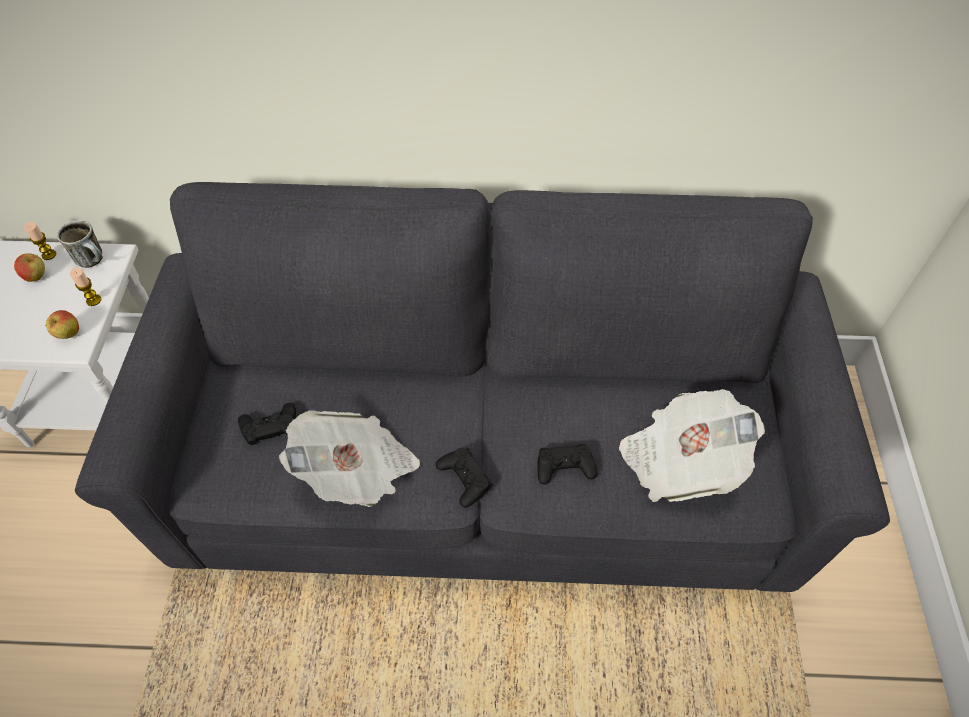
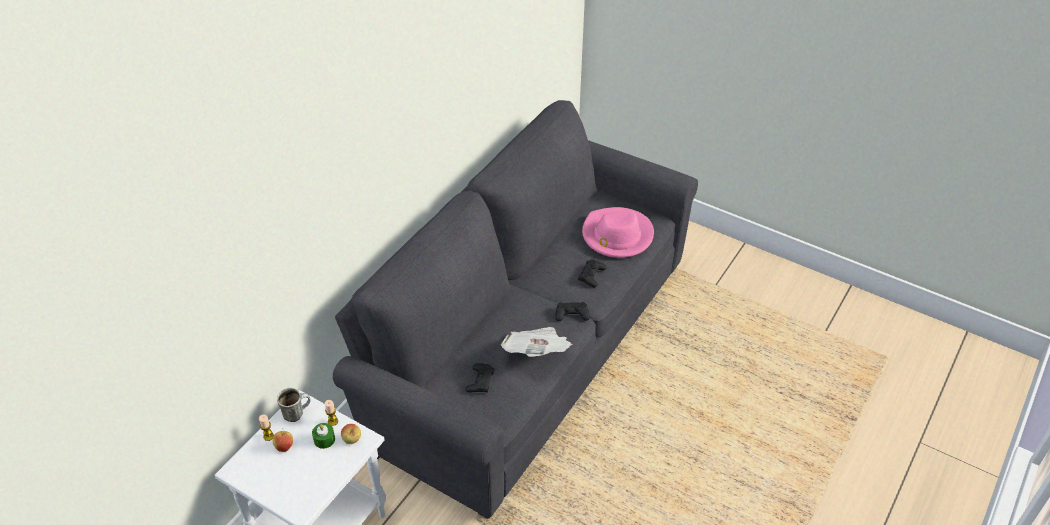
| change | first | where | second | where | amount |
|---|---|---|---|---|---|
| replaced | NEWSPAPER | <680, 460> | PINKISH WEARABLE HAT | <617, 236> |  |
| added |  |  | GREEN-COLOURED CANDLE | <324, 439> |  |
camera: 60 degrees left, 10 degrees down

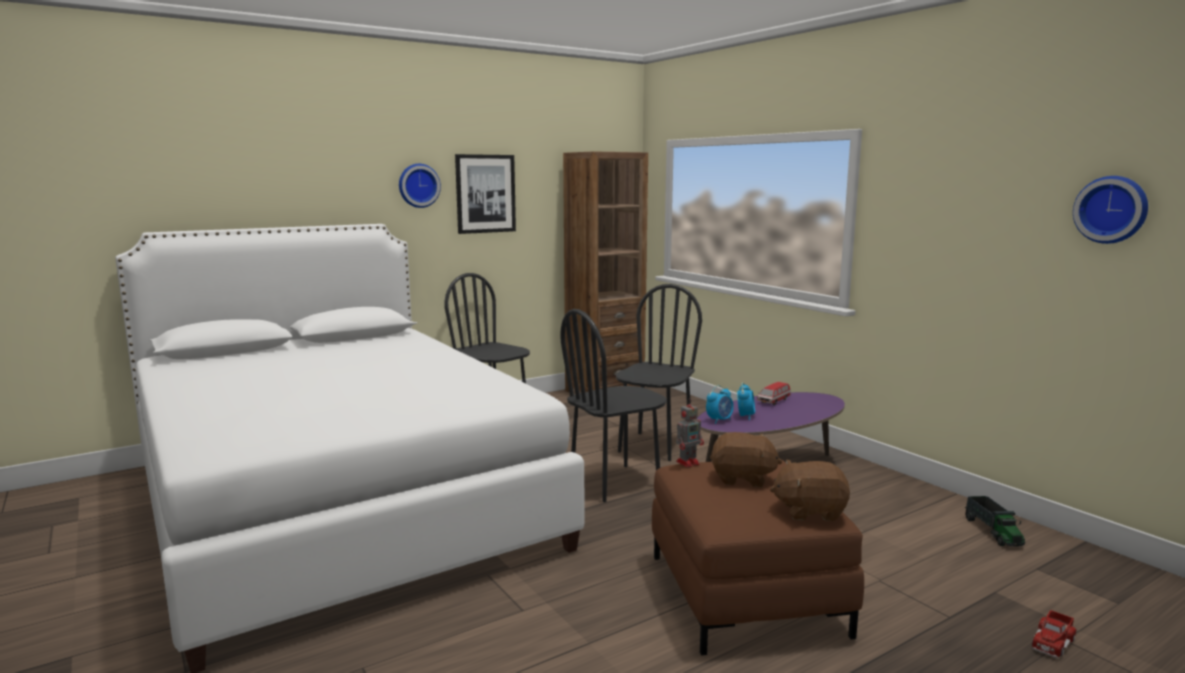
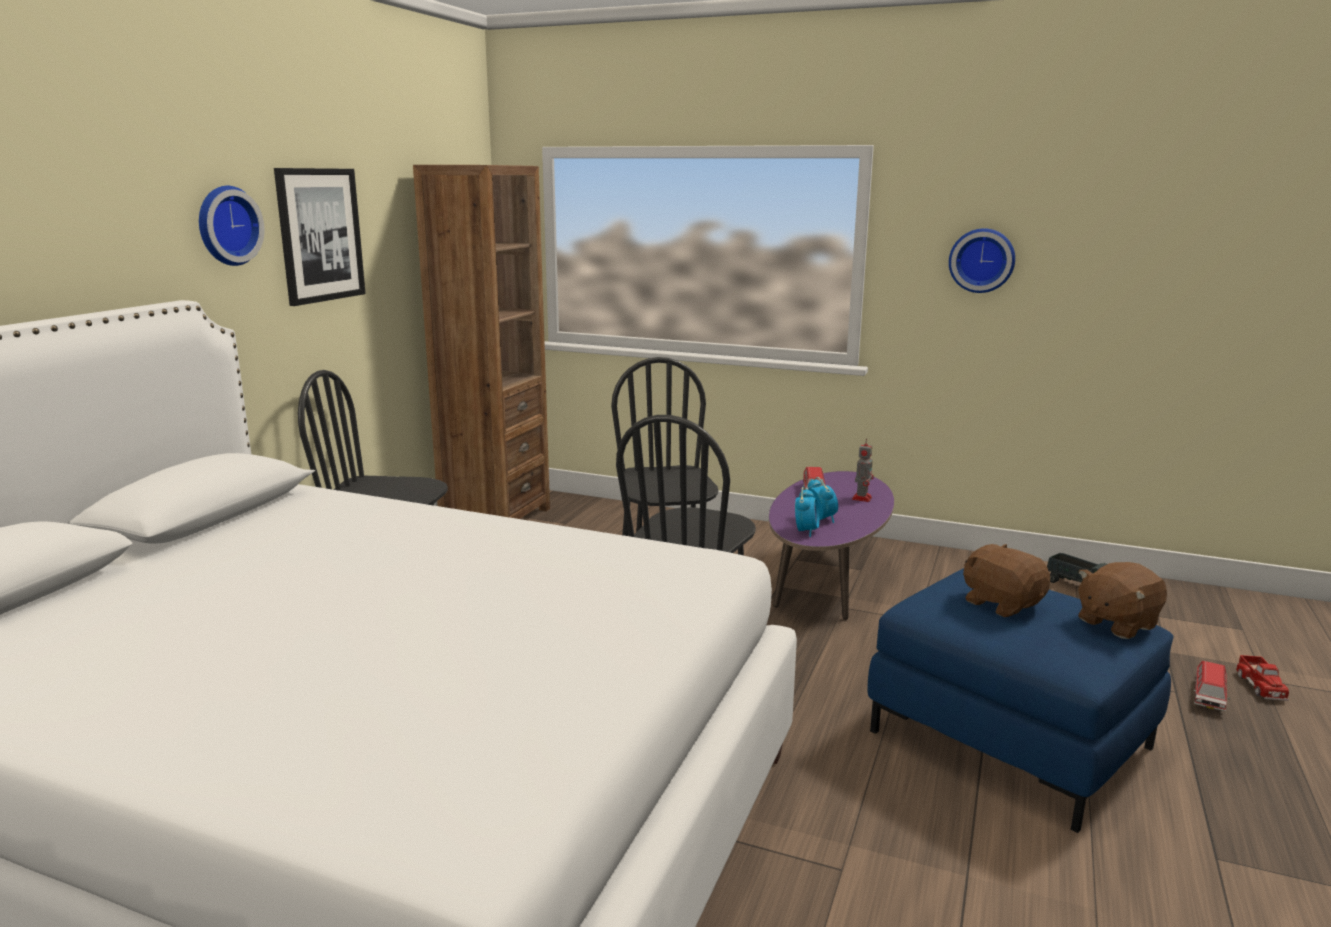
| change | first | where | second | where | amount |
|---|---|---|---|---|---|
| moved | CLOCK ON THE WALL | <1112, 209> |  | <981, 260> |  |
| moved | TOY ROBOT | <688, 462> |  | <862, 498> |  |
| turned | BROWN-COLOURED CUDDLY TOY | <742, 479> |  | <1001, 603> | 105 degrees counterclockwise |
| recoloured | BROWN-COLOURED OTTOMAN | <745, 594> | BLUE OTTOMAN | <1009, 739> |  |
| added |  |  | MINIATURE CAR | <1208, 697> |  |
camera: 35 degrees left, 5 degrees up

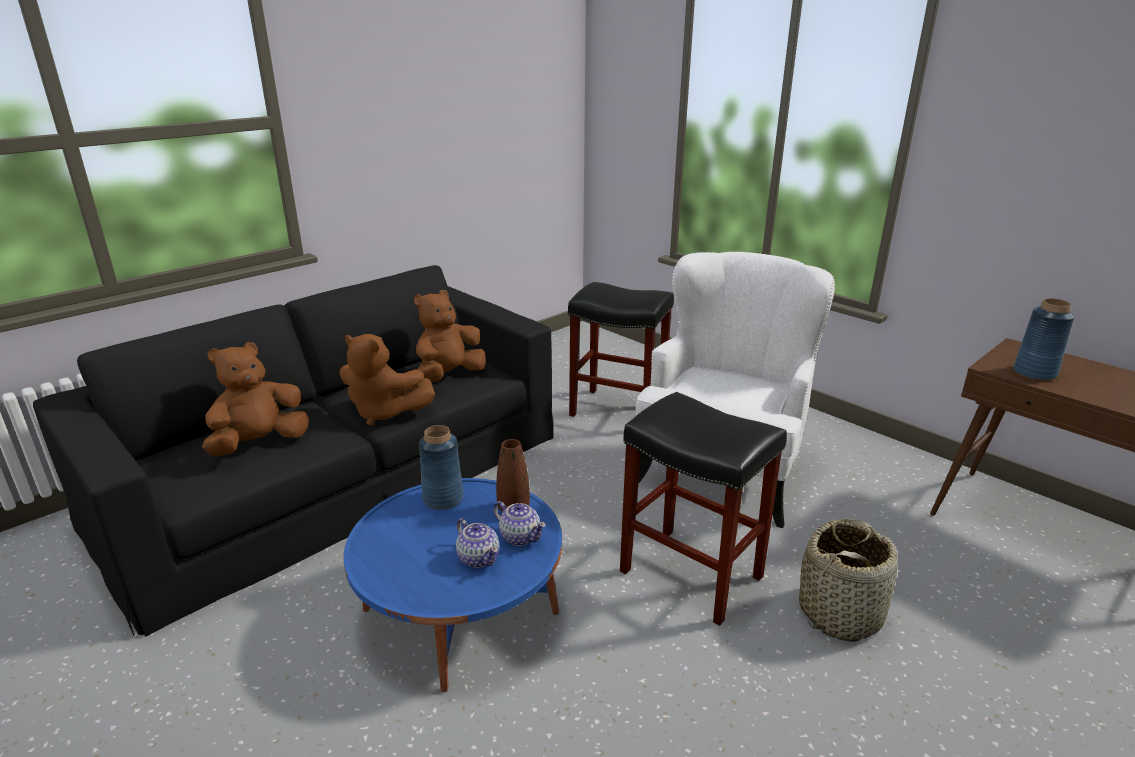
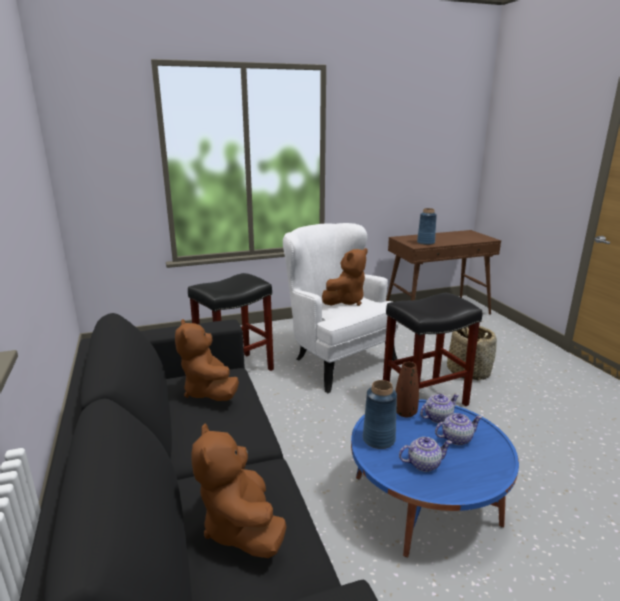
| change | first | where | second | where | amount |
|---|---|---|---|---|---|
| moved | BROWN-COLOURED CUDDLY TOY | <384, 413> |  | <346, 301> |  |
| added |  |  | TEAPOT | <423, 464> |  |
camera: 65 degrees left, 5 degrees down

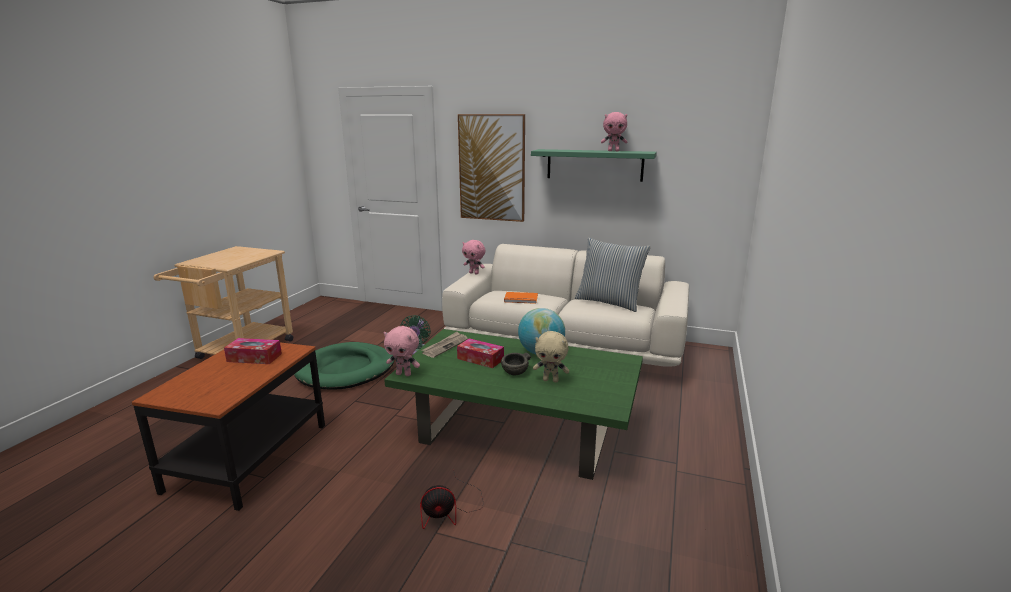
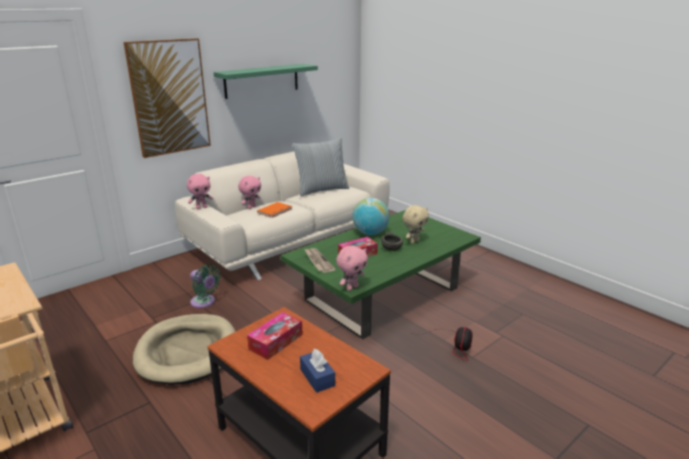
| change | first | where | second | where | amount |
|---|---|---|---|---|---|
| moved | PINKISH CUDDLY TOY | <613, 151> |  | <251, 207> |  |
| recoloured | GREEN-COLOURED DOG CUSHION | <345, 370> | BEIGE-COLOURED DOG CUSHION | <187, 351> |  |
| added |  |  | BLUE BOX OF TISSUES | <317, 377> |  |
camera: 60 degrees left, 5 degrees up

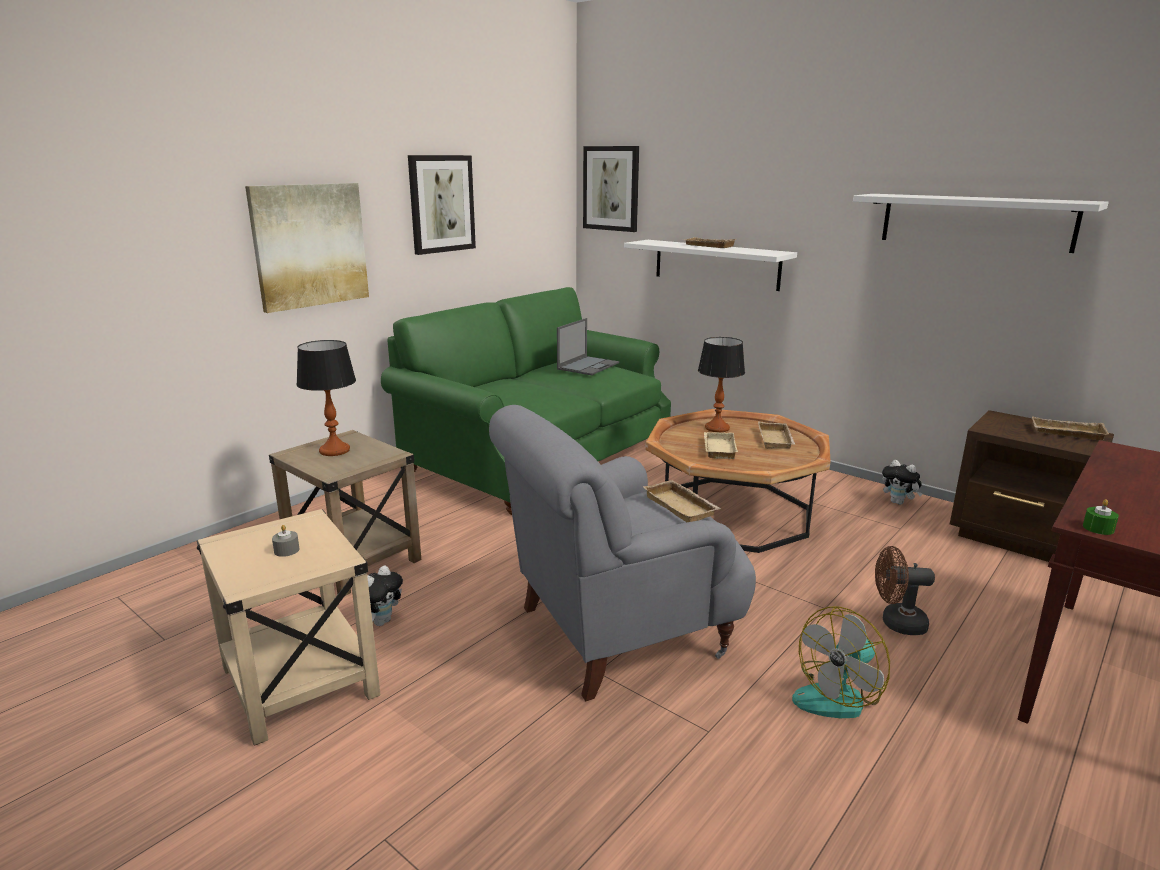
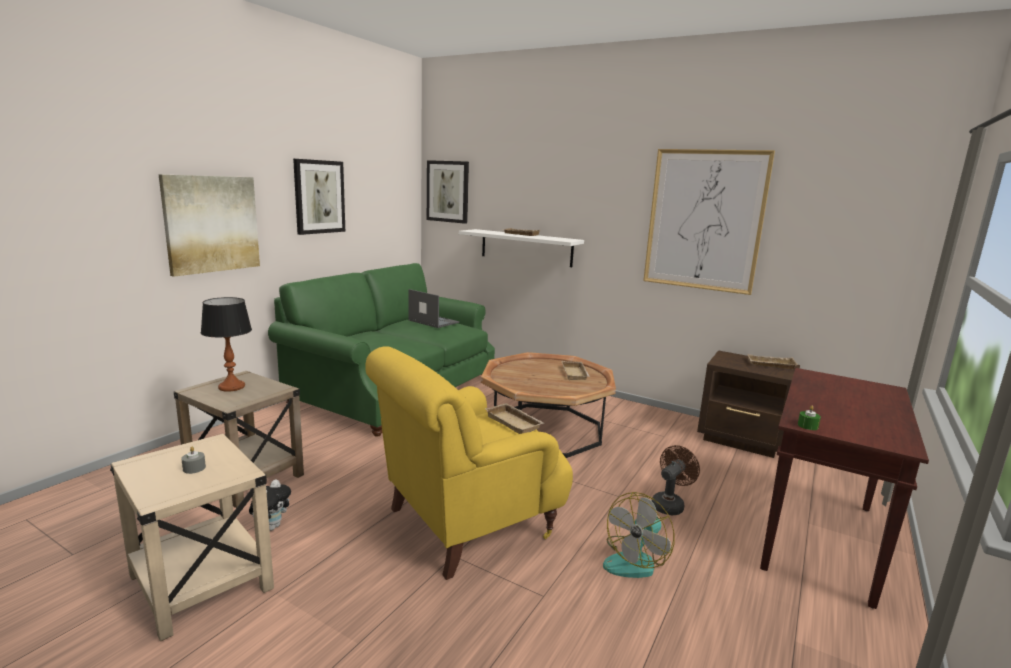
| change | first | where | second | where | amount |
|---|---|---|---|---|---|
| replaced | WHITE-COLOURED BRACKET SHELF | <975, 221> | PICTURE | <704, 220> |  |
| turned | NOTEBOOK COMPUTER | <588, 366> |  | <433, 321> | 75 degrees counterclockwise |
| removed | TABLETOP LAMP | <717, 428> |  |  |  |
| recoloured | GRAY EASY CHAIR | <616, 632> | YELLOWISH EASY CHAIR | <465, 524> |  |
| removed | BEIGE-COLOURED SERVING TRAY | <717, 448> |  |  |  |
| removed | CUDDLY TOY | <898, 502> |  |  |  |
| turned | BROWN-COLOURED FAN | <896, 623> |  | <669, 504> | 135 degrees clockwise |
camera: 10 degrees left, 5 degrees down

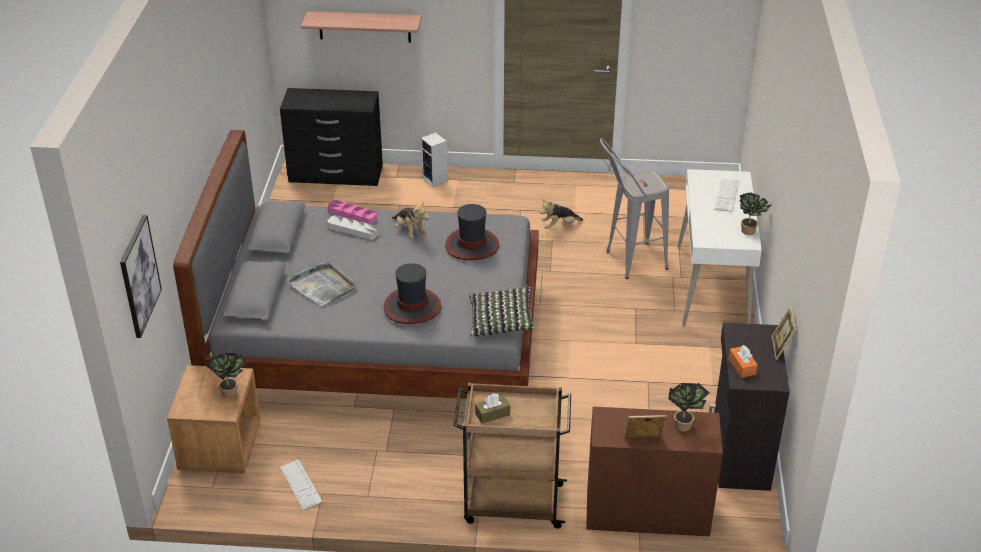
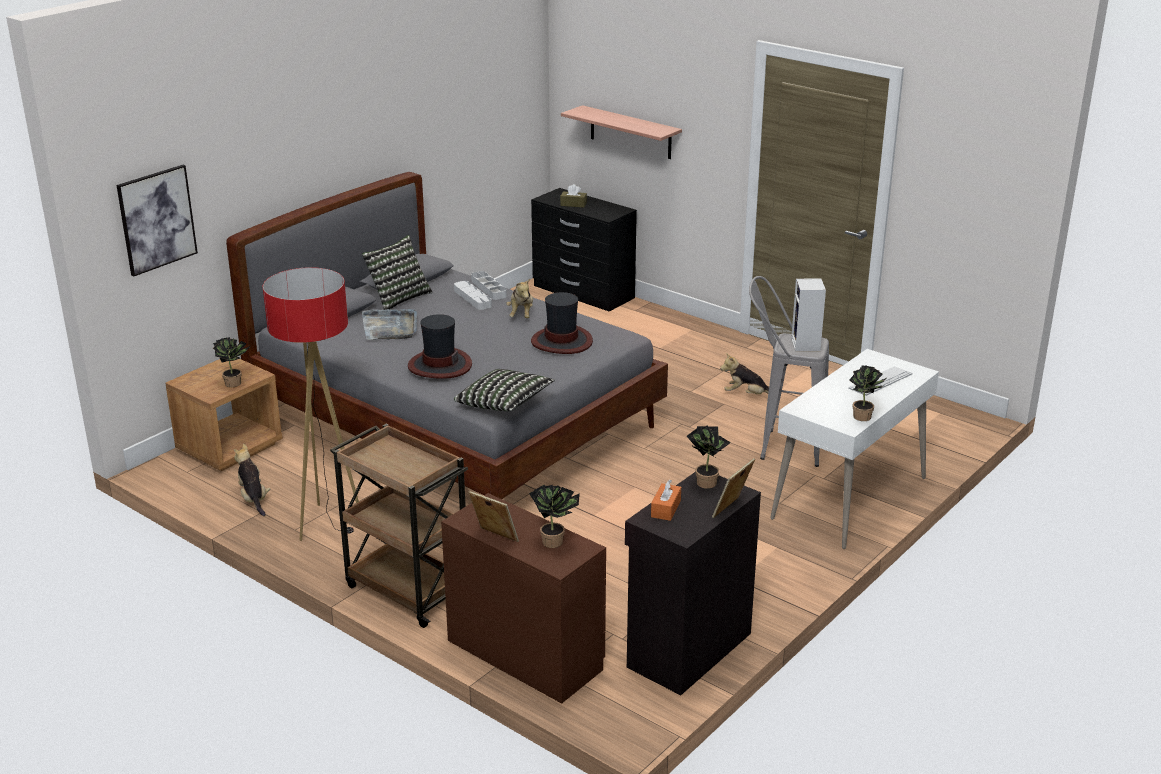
| change | first | where | second | where | amount |
|---|---|---|---|---|---|
| moved | SPEAKER | <435, 180> |  | <806, 345> |  |
| recoloured | PINKISH SERVING TRAY | <352, 214> | GRAY SERVING TRAY | <488, 288> |  |
| moved | BROWN-COLOURED BOX OF TISSUES | <492, 414> |  | <573, 204> |  |
| replaced | PC KEYBOARD | <301, 485> | CUDDLY TOY | <253, 499> |  |
| added |  |  | PILLOW | <398, 298> |  |
| added |  |  | FLOOR LAMP | <328, 524> |  |
| added |  |  | HOUSEPLANT | <705, 481> |  |
camera: 35 degrees right, 10 degrees down

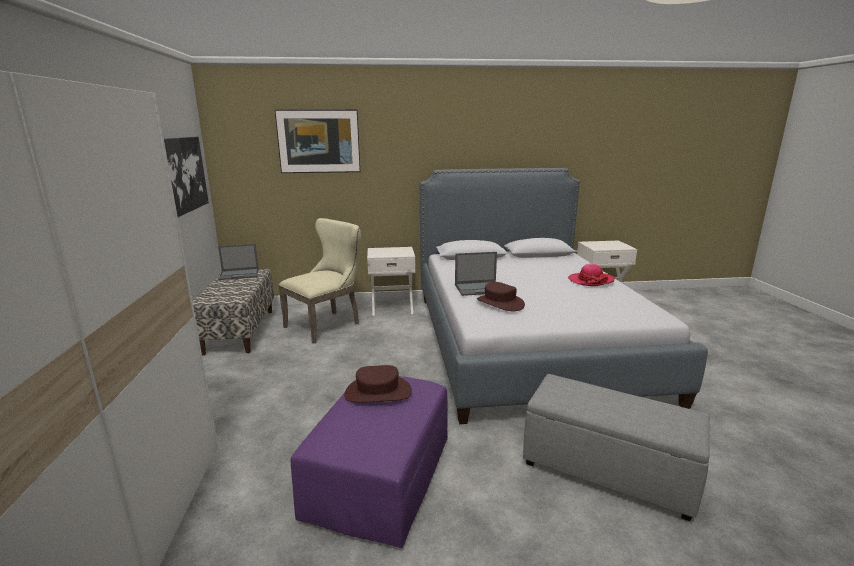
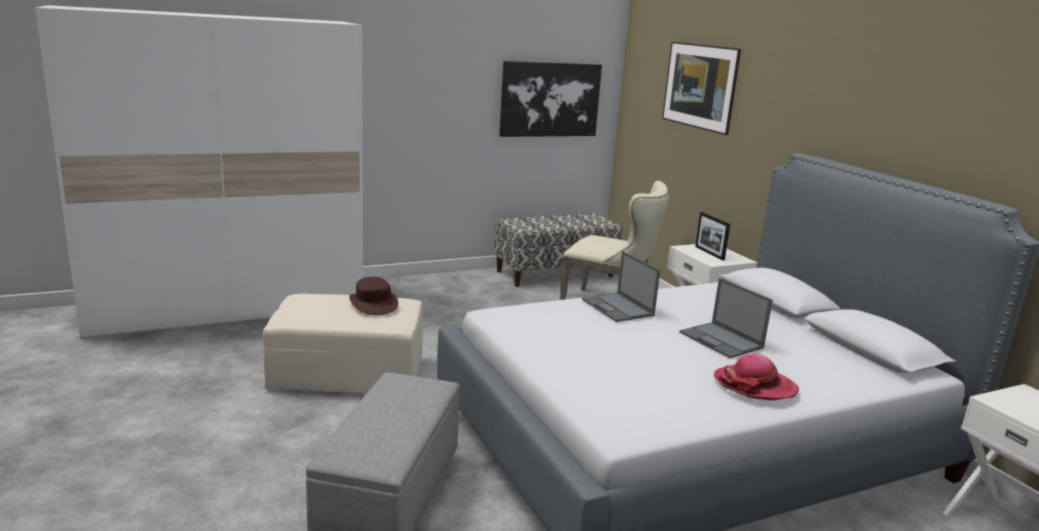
| change | first | where | second | where | amount |
|---|---|---|---|---|---|
| moved | NOTEBOOK COMPUTER | <239, 274> |  | <722, 340> |  |
| removed | BROWN-COLOURED WEARABLE HAT | <500, 303> |  |  |  |
| recoloured | PURPLE-COLOURED OTTOMAN | <380, 477> | BEIGE-COLOURED OTTOMAN | <348, 373> |  |
| added |  |  | PHOTO FRAME | <709, 253> |  |
camera: 70 degrees right, 0 degrees up

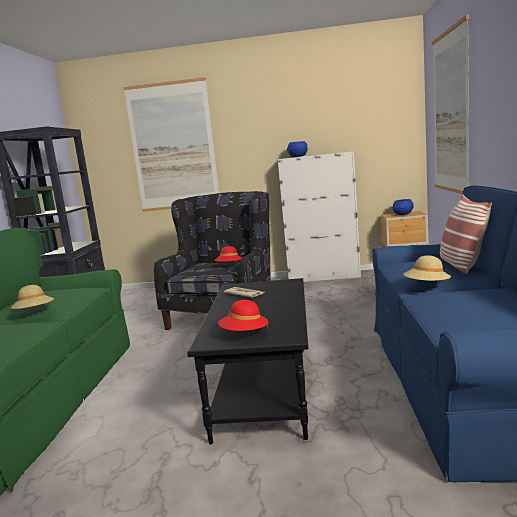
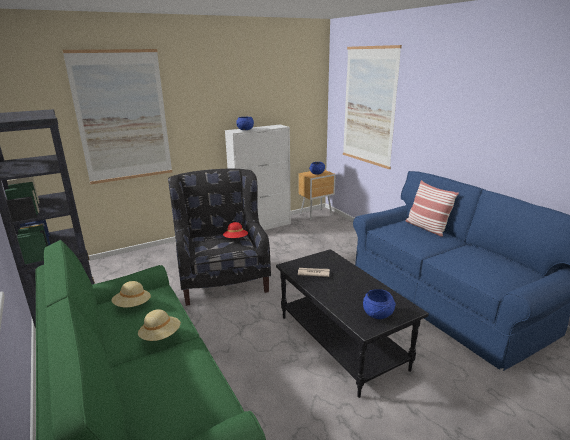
| change | first | where | second | where | amount |
|---|---|---|---|---|---|
| moved | BEIGE-COLOURED WEARABLE HAT | <427, 286> |  | <132, 305> |  |
| replaced | RED WEARABLE HAT | <244, 334> | BLUE BOWL | <378, 314> |  |
camera: 35 degrees left, 10 degrees up

